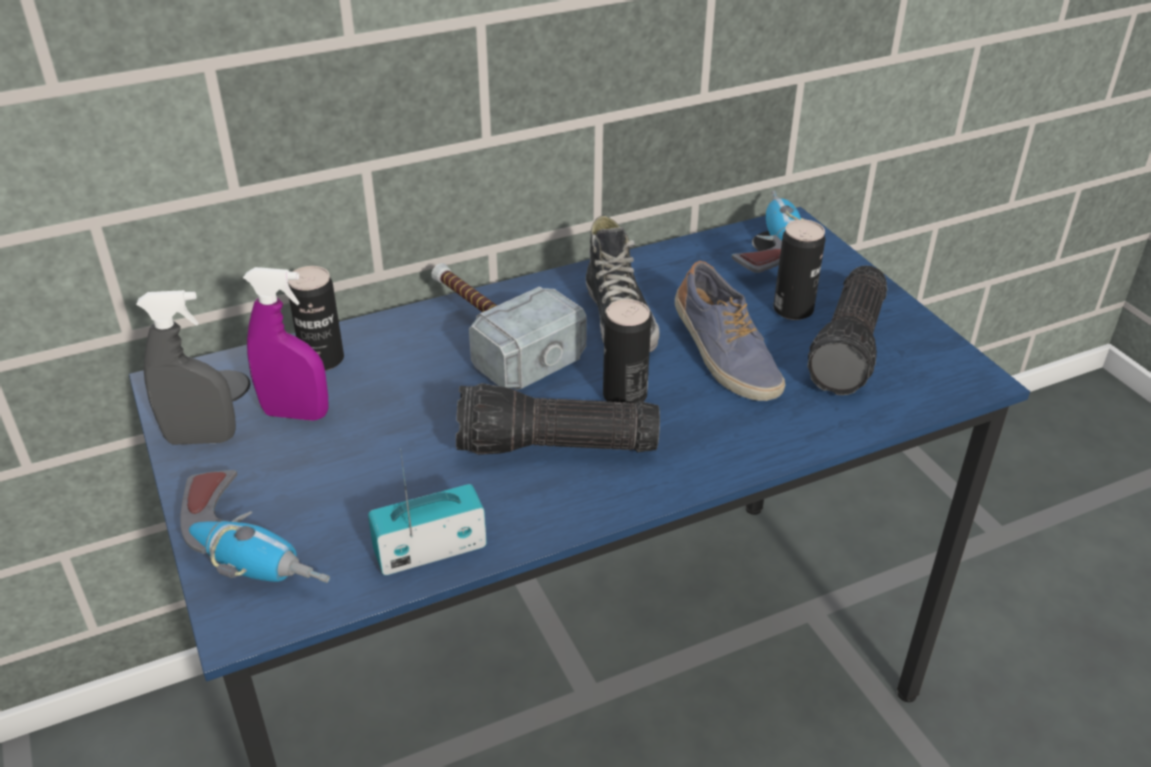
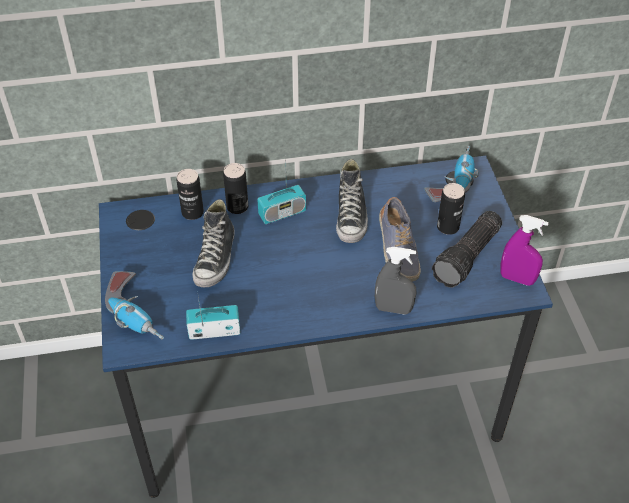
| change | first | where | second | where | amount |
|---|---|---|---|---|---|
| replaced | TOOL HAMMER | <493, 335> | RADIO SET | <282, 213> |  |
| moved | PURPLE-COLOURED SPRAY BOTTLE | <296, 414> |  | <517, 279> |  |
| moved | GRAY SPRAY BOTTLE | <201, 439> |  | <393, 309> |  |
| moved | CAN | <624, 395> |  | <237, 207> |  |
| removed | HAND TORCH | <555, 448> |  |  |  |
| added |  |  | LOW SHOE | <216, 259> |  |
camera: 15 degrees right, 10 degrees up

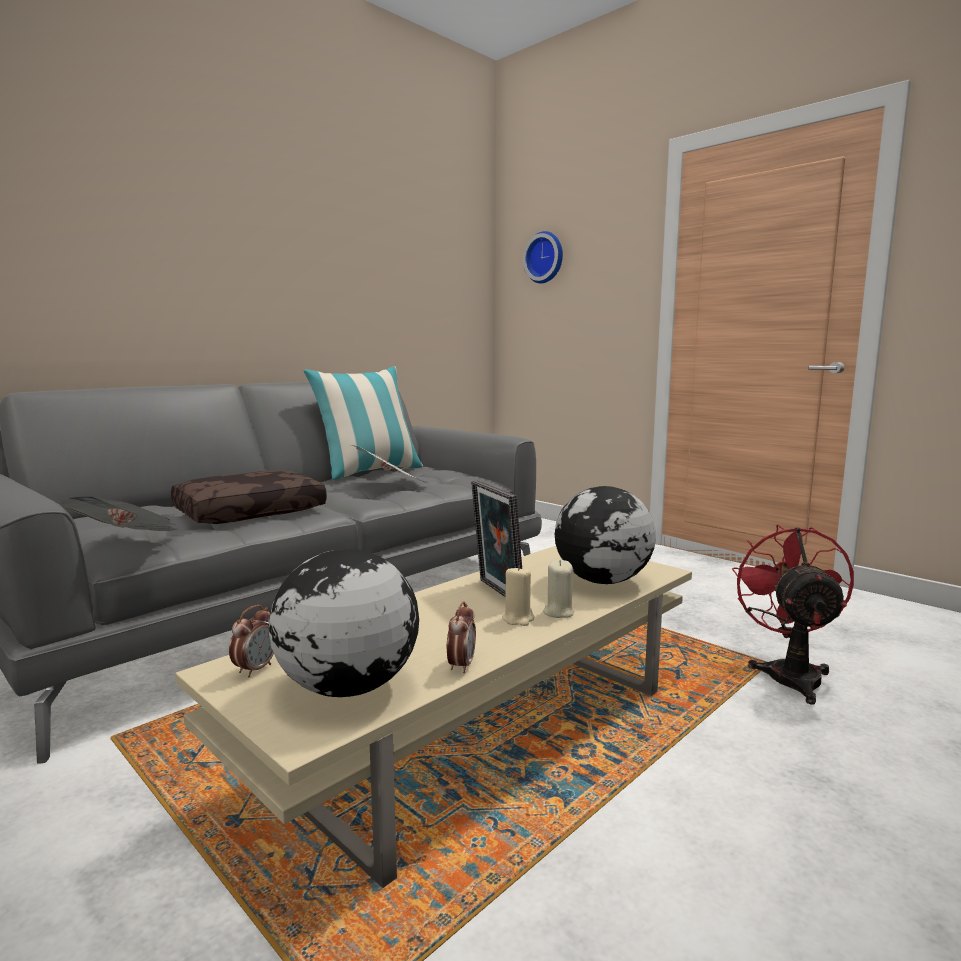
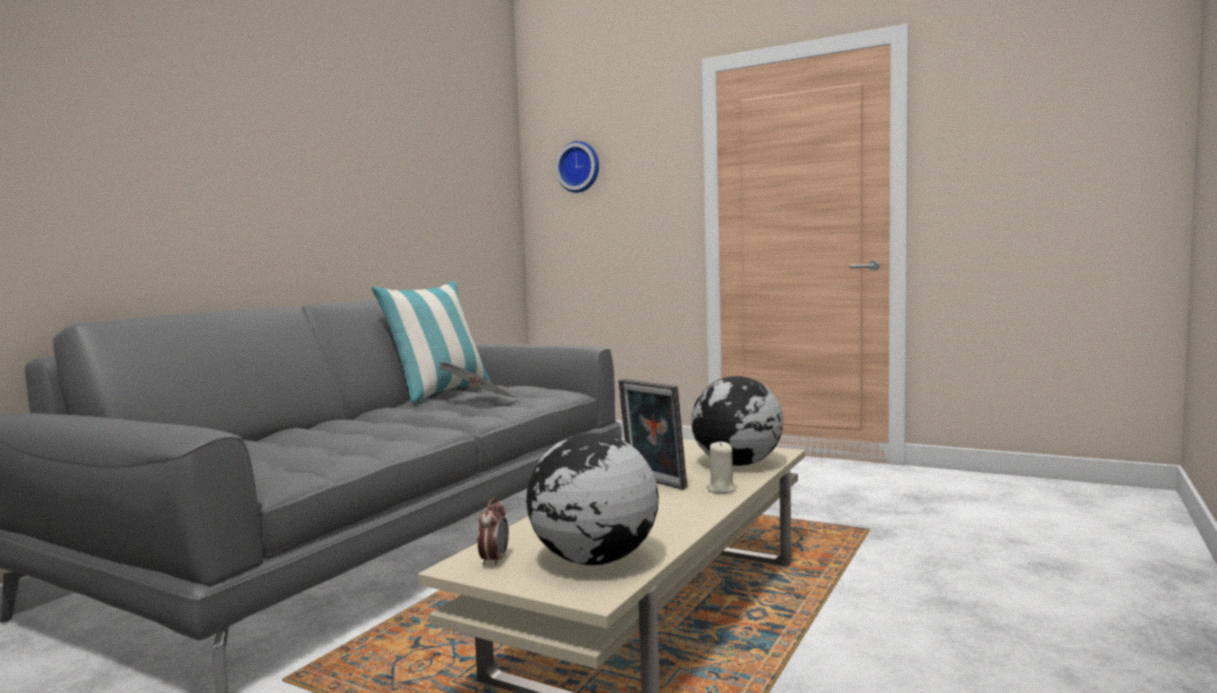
| change | first | where | second | where | amount |
|---|---|---|---|---|---|
| removed | BROWN-COLOURED PILLOW | <250, 512> |  |  |  |
| removed | NEWSPAPER | <127, 544> |  |  |  |
| removed | RED FAN | <789, 673> |  |  |  |
| removed | BEIGE-COLOURED CANDLE | <518, 619> |  |  |  |
| removed | TABLE CLOCK | <461, 665> |  |  |  |
camera: 15 degrees left, 5 degrees down

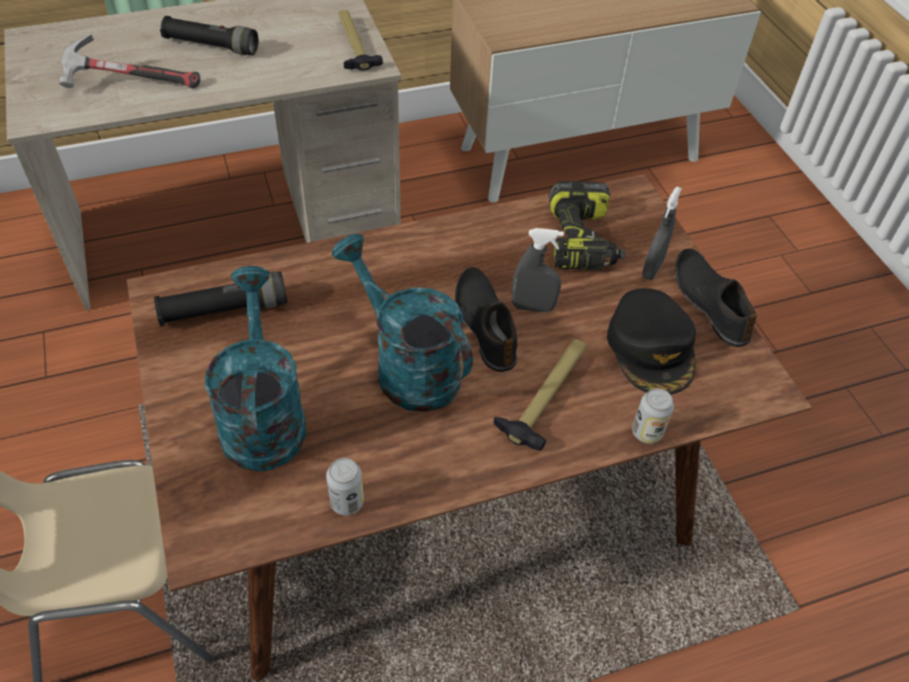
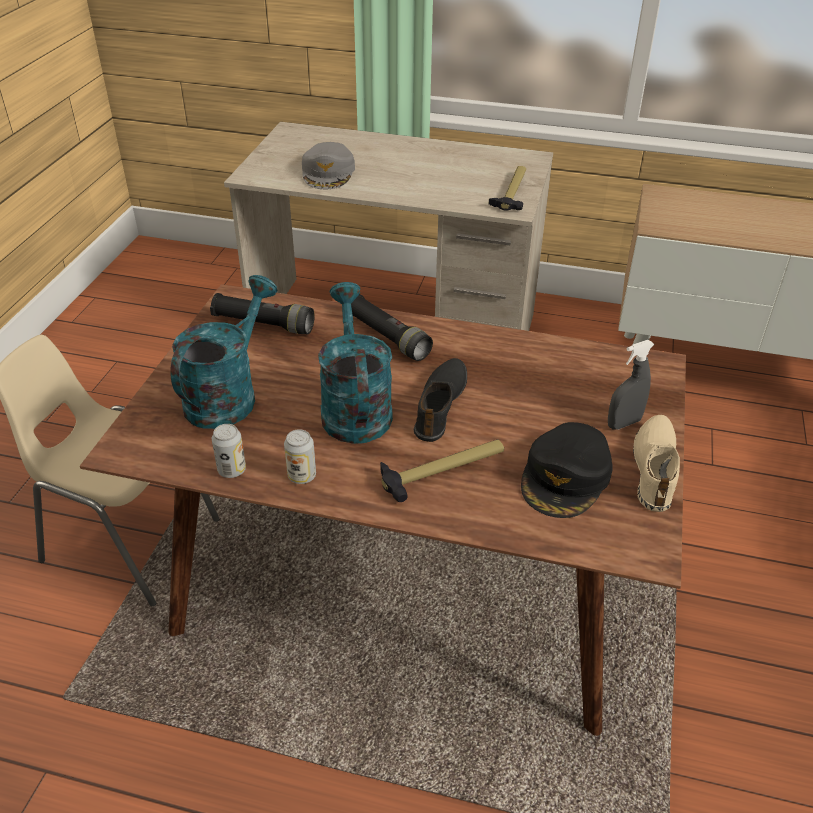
| change | first | where | second | where | amount |
|---|---|---|---|---|---|
| moved | BLACK-COLOURED HAND TORCH | <211, 46> |  | <387, 337> |  |
| replaced | TOOL HAMMER | <130, 84> | GRAY PEAKED CAP | <328, 173> |  |
| removed | DRILL | <583, 241> |  |  |  |
| removed | GRAY SPRAY BOTTLE | <533, 307> |  |  |  |
| recoloured | BLACK-COLOURED LOW SHOE | <710, 302> | BEIGE-COLOURED LOW SHOE | <656, 468> |  |
| moved | CAN | <647, 432> |  | <302, 476> |  |
camera: 35 degrees right, 10 degrees down

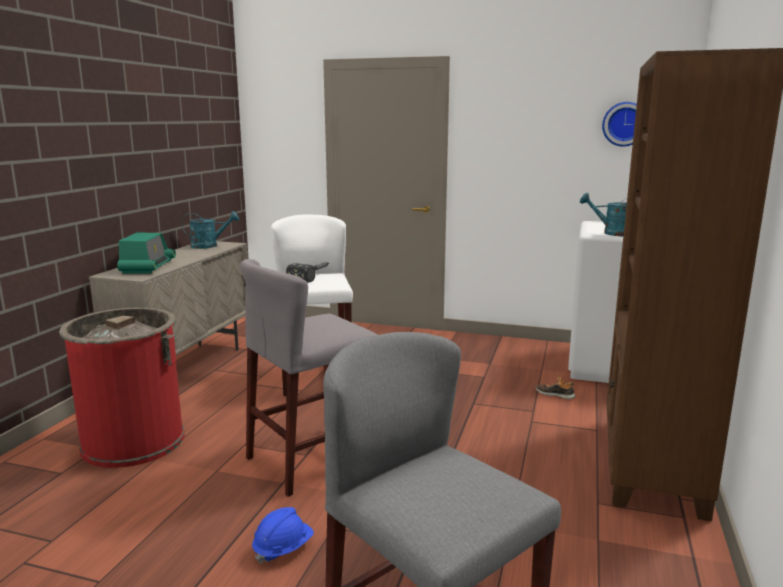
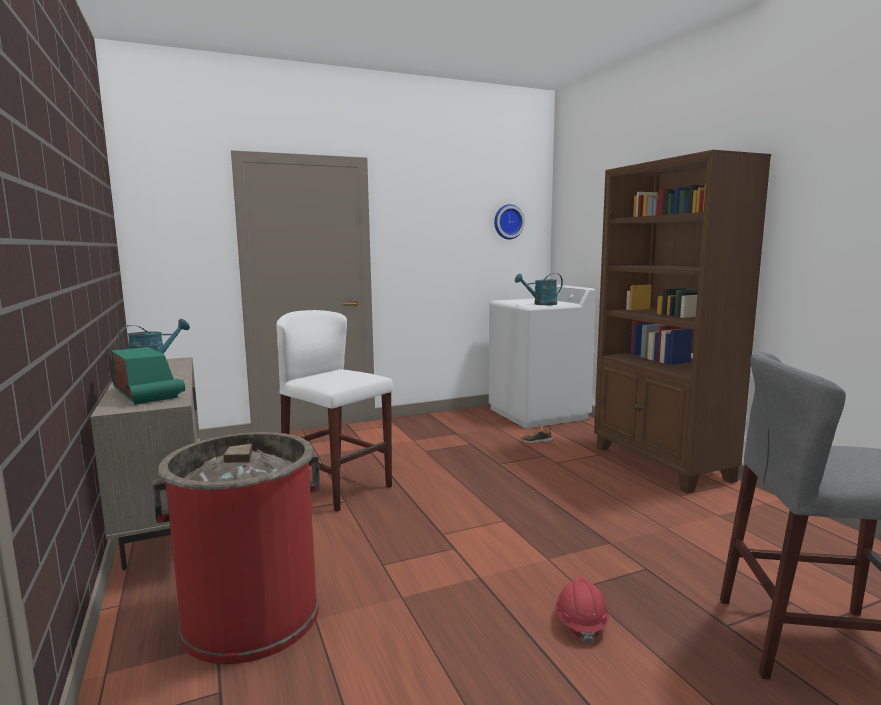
| change | first | where | second | where | amount |
|---|---|---|---|---|---|
| removed | GRAY STOOL SEAT | <311, 459> |  |  |  |
| removed | TOOL HAMMER | <313, 276> |  |  |  |
| recoloured | BLUE WORK HELMET | <283, 549> | RED WORK HELMET | <580, 623> |  |
camera: 40 degrees left, 5 degrees down

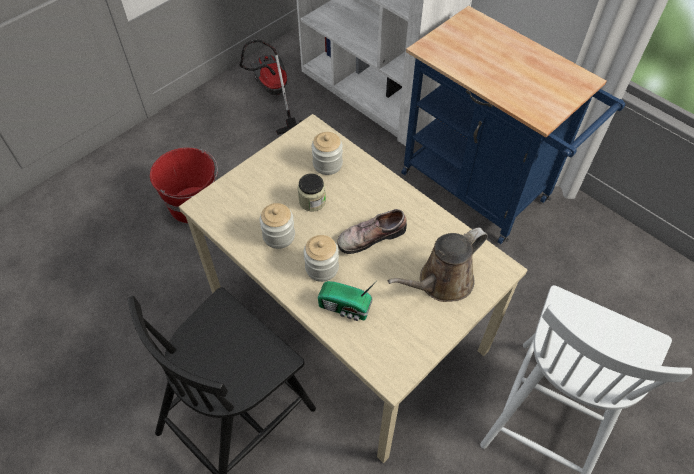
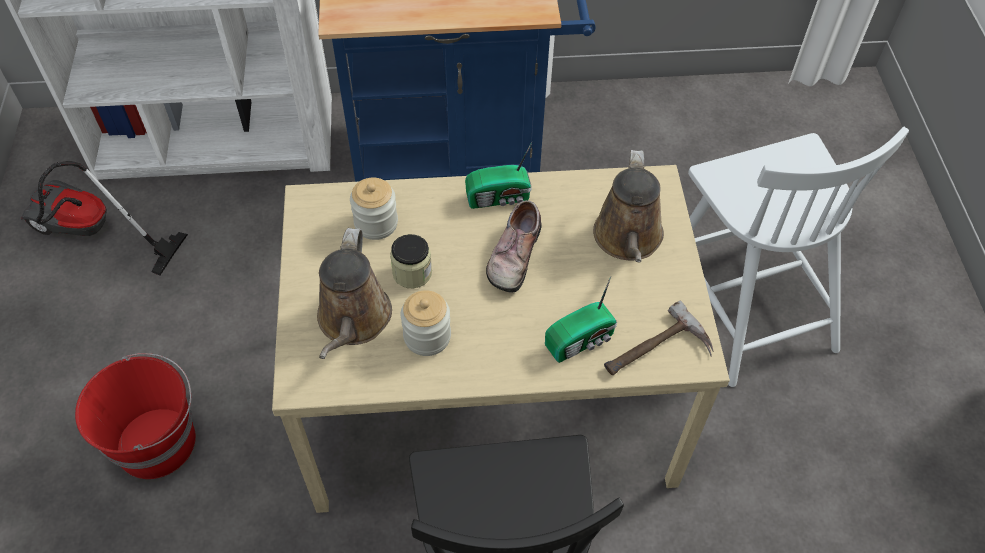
| change | first | where | second | where | amount |
|---|---|---|---|---|---|
| removed | STORAGE JAR | <322, 268> |  |  |  |
| added |  |  | RADIO SET | <500, 198> |  |
| added |  |  | BROWN-COLOURED SPRINKLING CAN | <353, 321> |  |
| added |  |  | TOOL HAMMER | <658, 354> |  |
camera: 50 degrees left, 0 degrees up

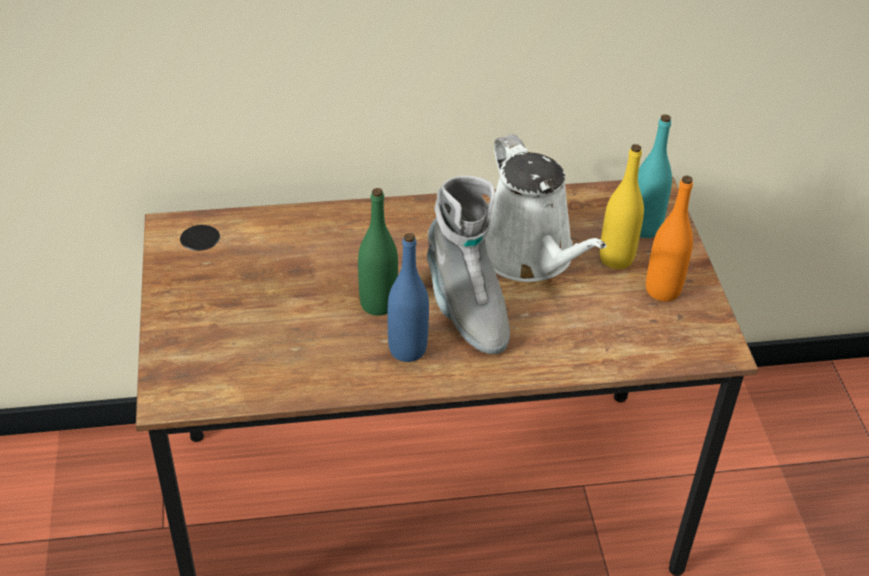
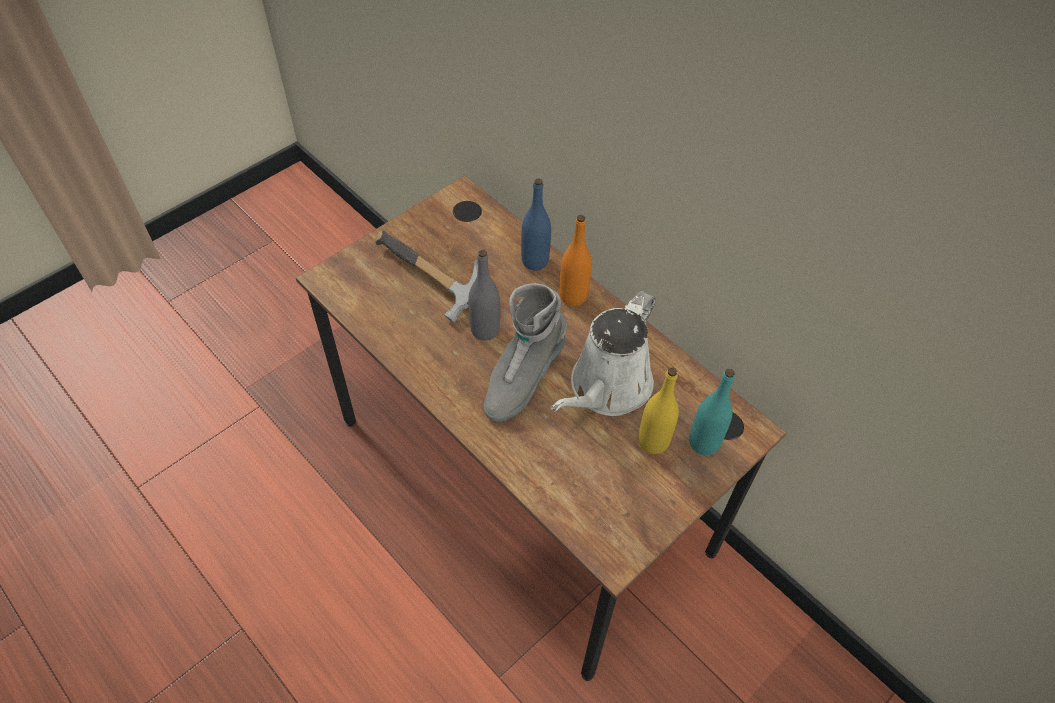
| change | first | where | second | where | amount |
|---|---|---|---|---|---|
| moved | ORANGE-COLOURED BOTTLE | <662, 290> |  | <573, 296> |  |
| recoloured | GREEN-COLOURED BOTTLE | <378, 304> | GRAY BOTTLE | <485, 330> |  |
| moved | BLUE BOTTLE | <407, 349> |  | <535, 261> |  |
| added |  |  | TOOL HAMMER | <426, 282> |  |
camera: 55 degrees right, 10 degrees up

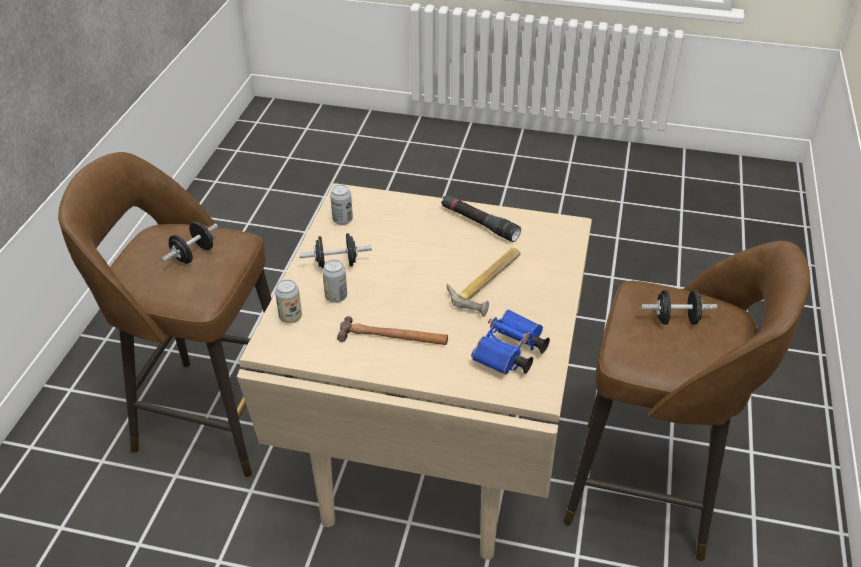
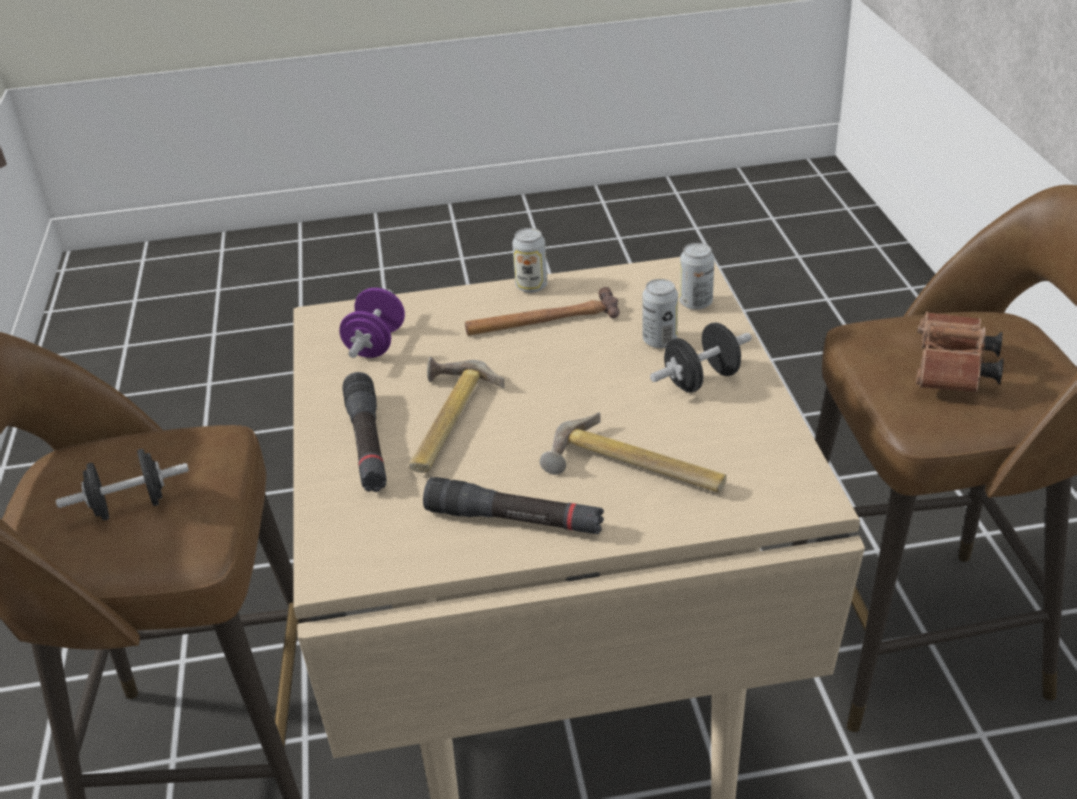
| change | first | where | second | where | amount |
|---|---|---|---|---|---|
| moved | CAN | <342, 220> |  | <531, 286> |  |
| replaced | BLACK-COLOURED DUMBBELL | <193, 254> | BROWN-COLOURED FIELD GLASSES | <952, 372> |  |
| replaced | BLUE FIELD GLASSES | <509, 355> | PURPLE-COLOURED DUMBBELL | <376, 344> |  |
| added |  |  | BLACK-COLOURED HAND TORCH | <367, 443> |  |
| added |  |  | TOOL HAMMER | <633, 471> |  |
camera: 160 degrees right, 5 degrees down

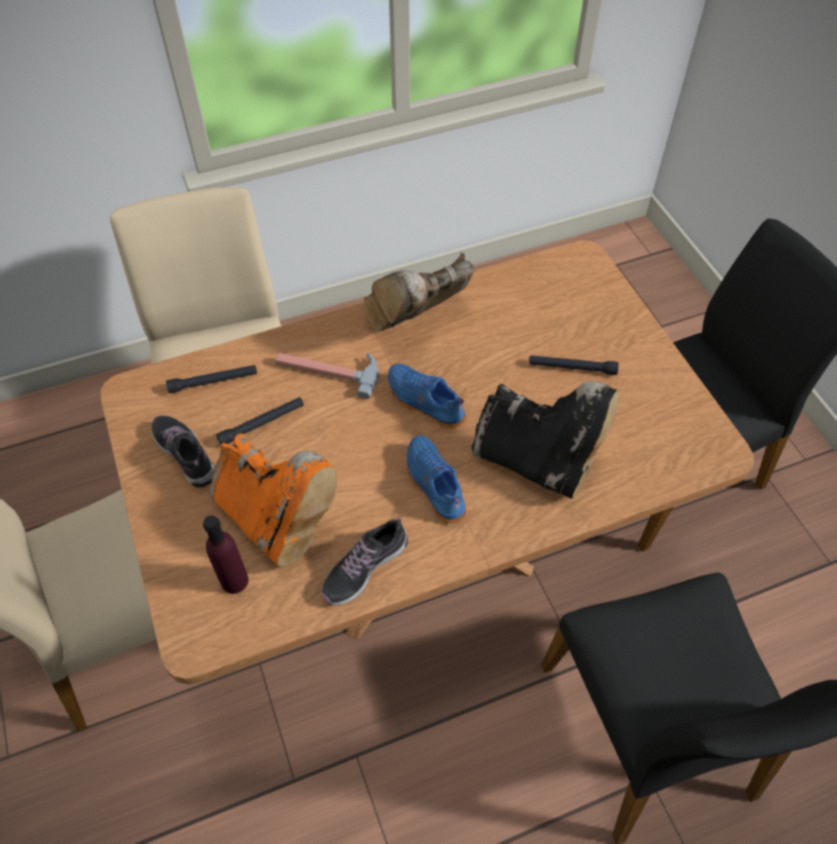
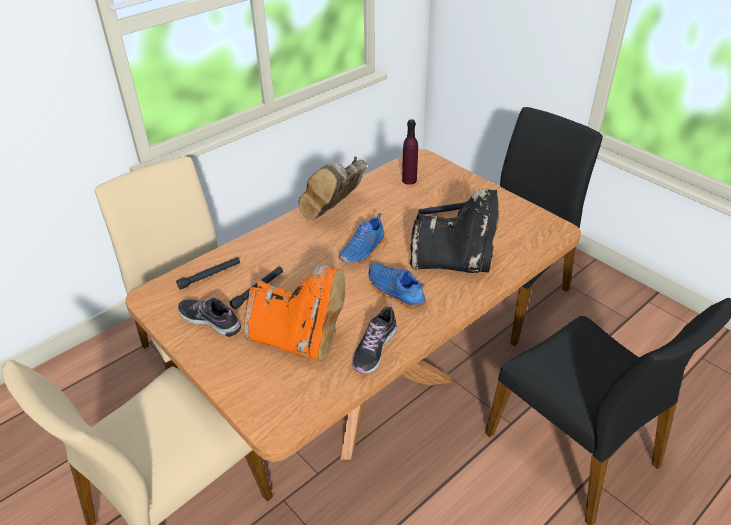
| change | first | where | second | where | amount |
|---|---|---|---|---|---|
| removed | TOOL HAMMER | <327, 370> |  |  |  |
| turned | BLUE LOW SHOE | <424, 403> |  | <363, 251> | 75 degrees counterclockwise |
| moved | PURPLE-COLOURED BOTTLE | <234, 581> |  | <409, 180> |  |
camera: 20 degrees left, 15 degrees down

